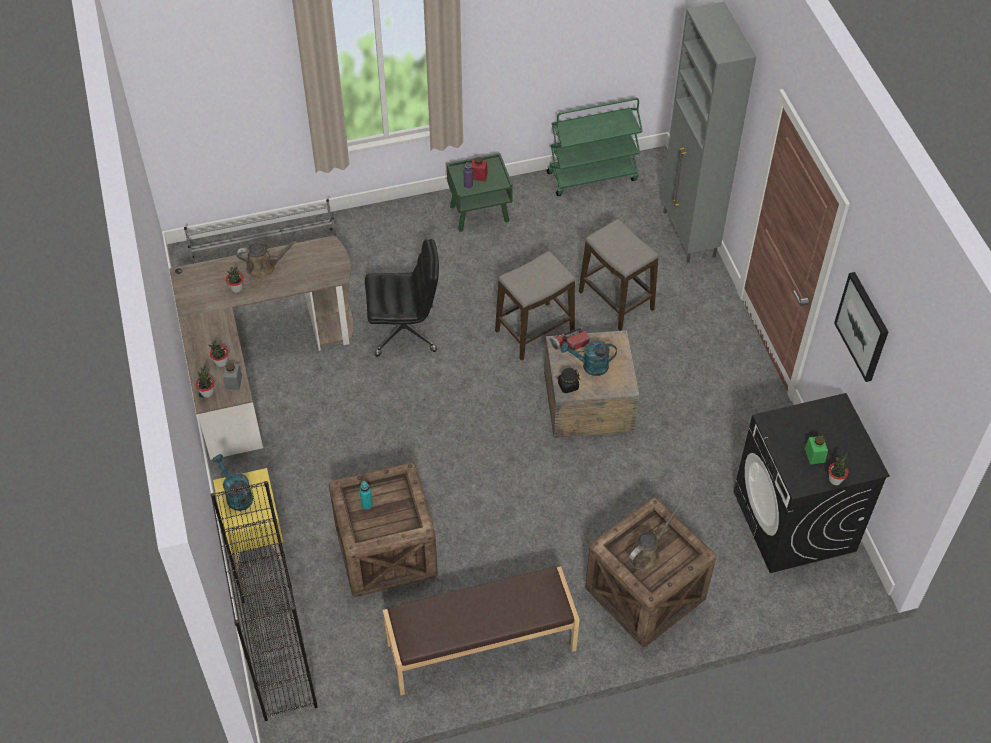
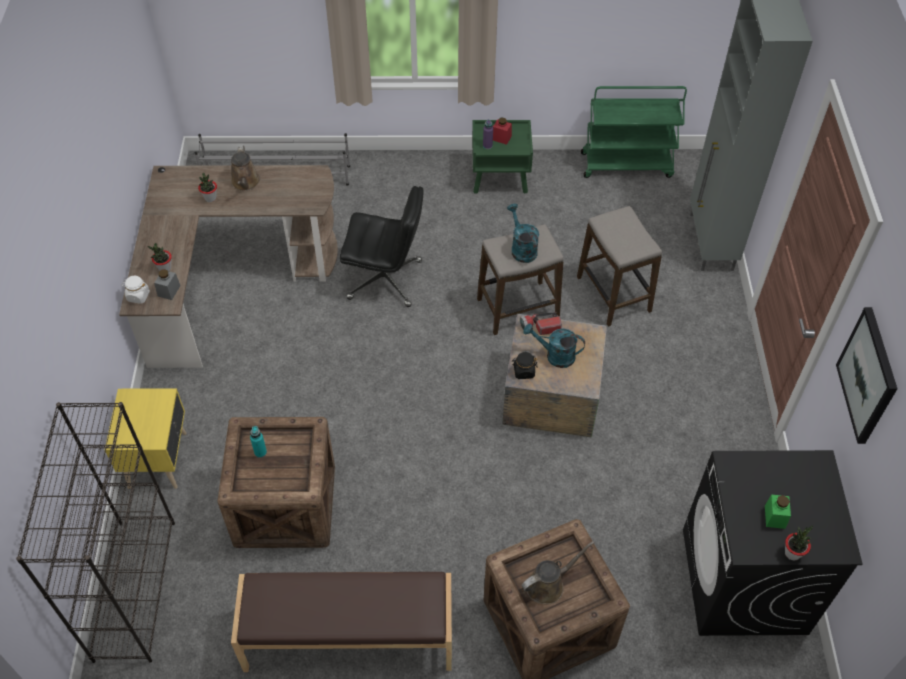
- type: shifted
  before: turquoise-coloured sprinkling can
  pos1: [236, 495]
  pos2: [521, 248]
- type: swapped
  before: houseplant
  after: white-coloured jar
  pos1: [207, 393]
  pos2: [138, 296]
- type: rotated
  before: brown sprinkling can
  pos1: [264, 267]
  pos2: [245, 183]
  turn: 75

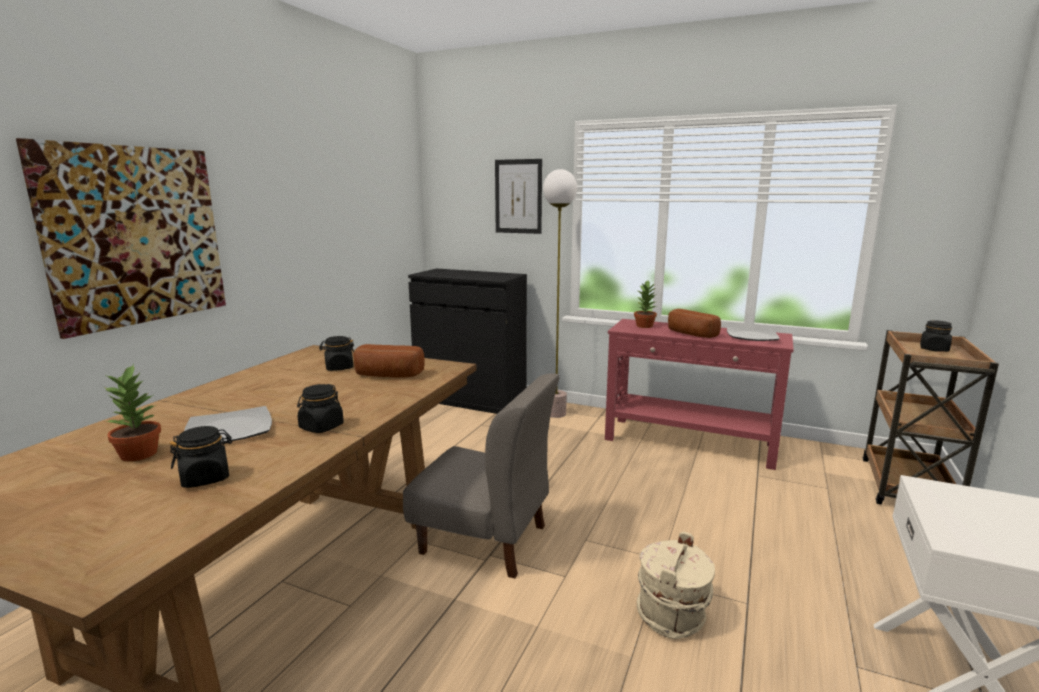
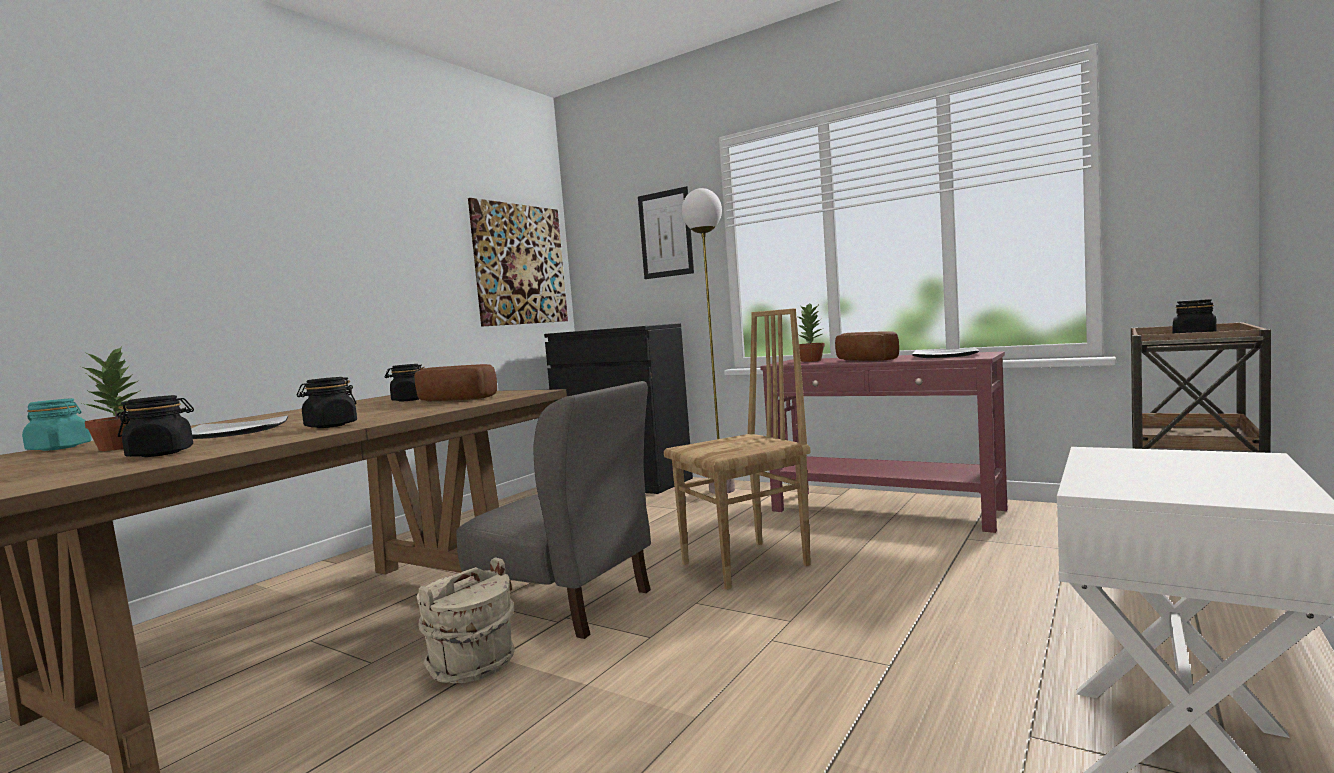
- type: new
  after: turquoise-coloured jar
  pos2: [60, 448]
- type: new
  after: brown plain chair
  pos2: [747, 564]
- type: shifted
  before: wall picture
  pos1: [136, 236]
  pos2: [520, 264]
- type: shifted
  before: beige pail
  pos1: [672, 616]
  pos2: [472, 664]

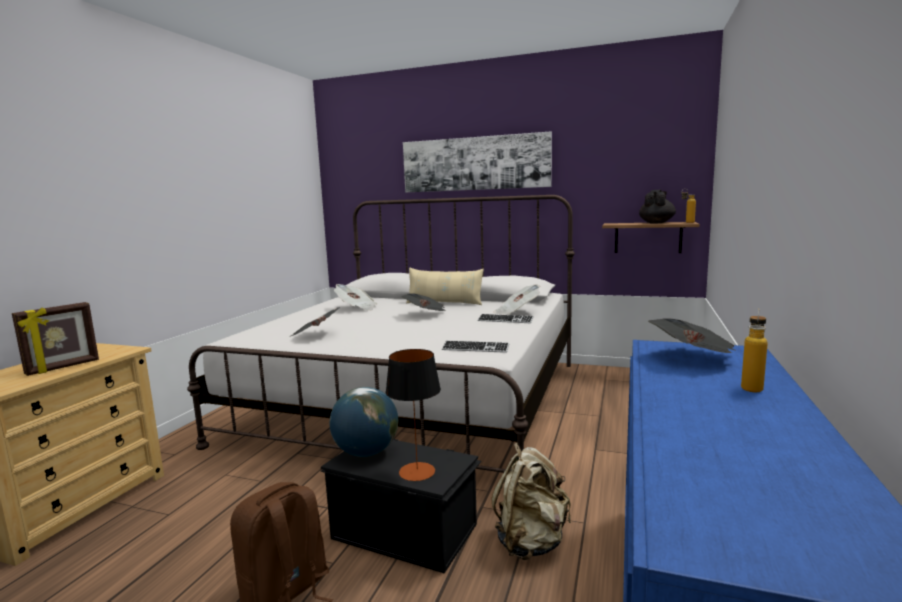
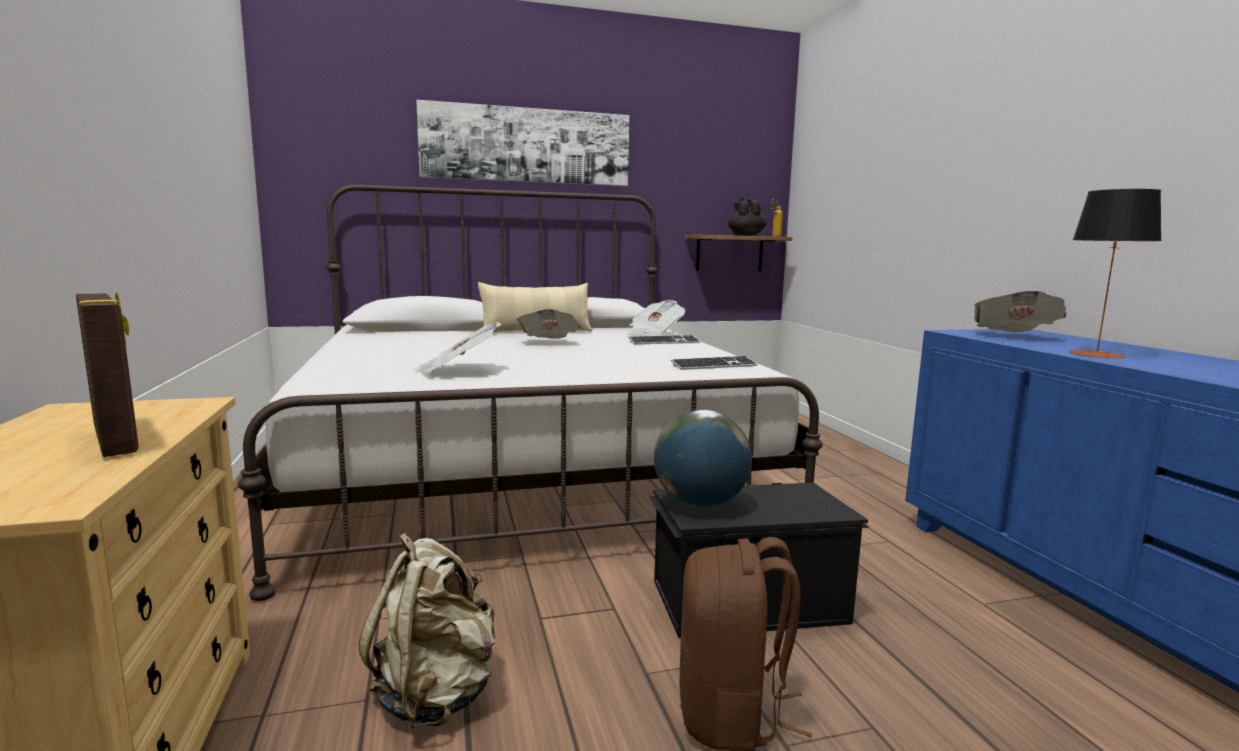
- type: gone
  before: printed paper
  pos1: [356, 308]
- type: gone
  before: drink bottle
  pos1: [752, 386]
- type: shifted
  before: table lamp
  pos1: [417, 471]
  pos2: [1096, 354]
- type: shifted
  before: beige knapsack
  pos1: [531, 542]
  pos2: [436, 694]
- type: rotated
  before: standing frame
  pos1: [63, 367]
  pos2: [117, 439]
  turn: -45

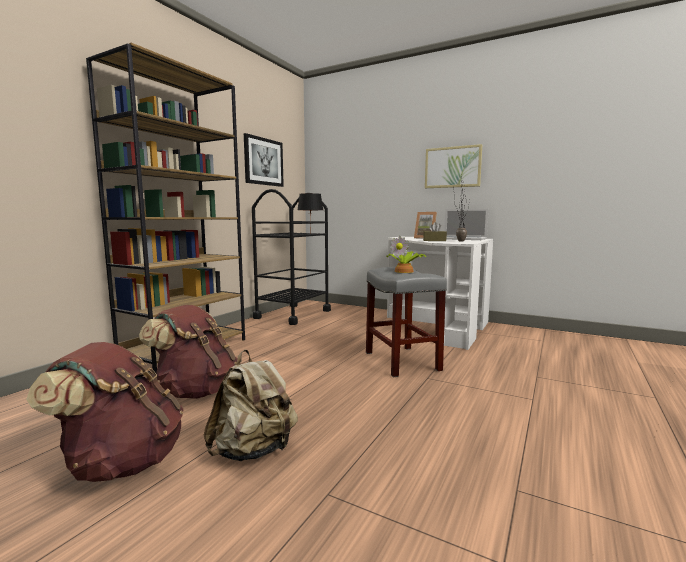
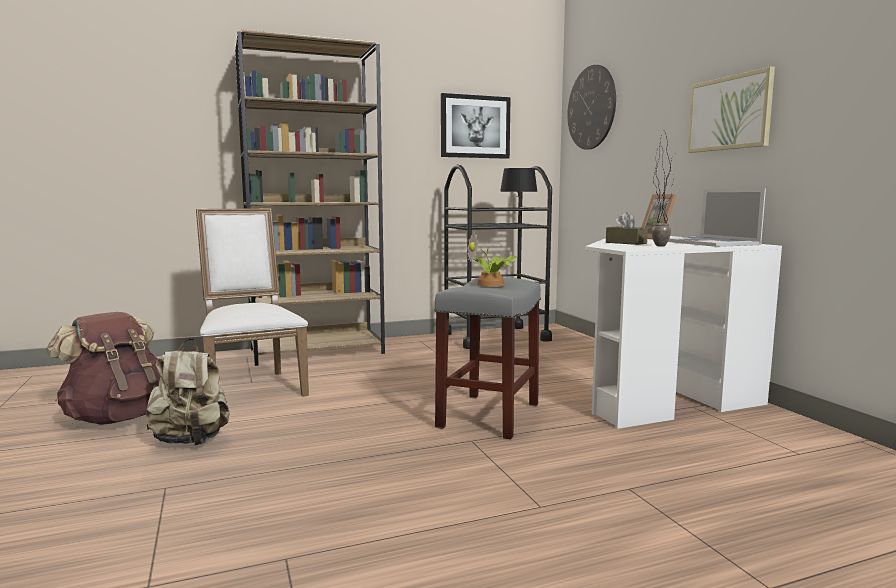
- type: new
  after: wall clock
  pos2: [591, 107]
- type: swapped
  before: brown knapsack
  after: white-coloured plain chair
  pos1: [196, 391]
  pos2: [252, 387]

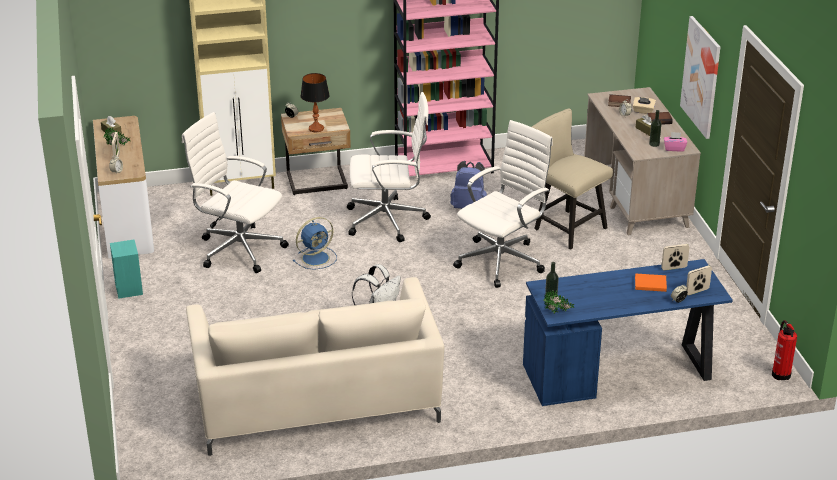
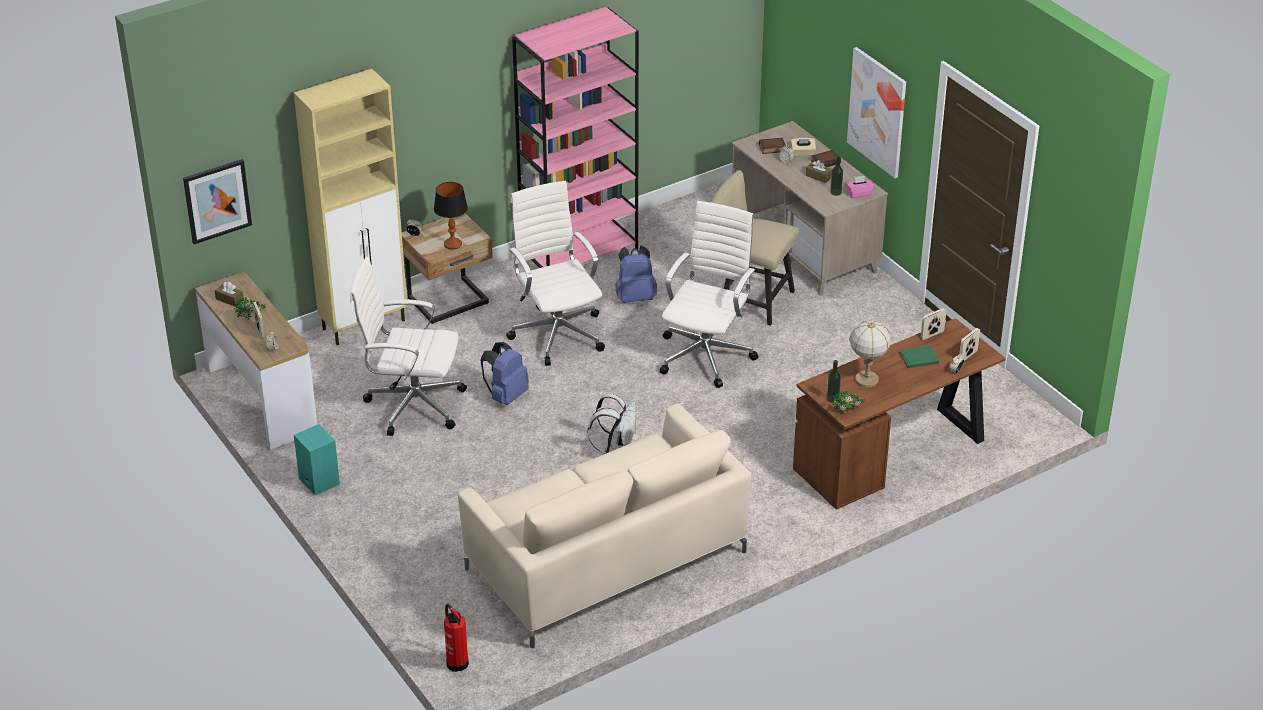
- type: new
  after: wall picture
  pos2: [217, 201]
- type: new
  after: table lamp
  pos2: [866, 380]
- type: shifted
  before: extinguisher
  pos1: [781, 373]
  pos2: [457, 662]
- type: swapped
  before: blue electric fan
  after: blue knapsack
  pos1: [316, 258]
  pos2: [506, 396]
- type: repainted
  before: blue desk
  after: brown desk
  pos1: [621, 373]
  pos2: [894, 454]
- type: repainted
  before: orange book
  after: greenish book
  pos1: [649, 283]
  pos2: [918, 358]
- type: rotated
  before: white-coloured desk chair
  pos1: [388, 220]
  pos2: [557, 333]
  turn: -90

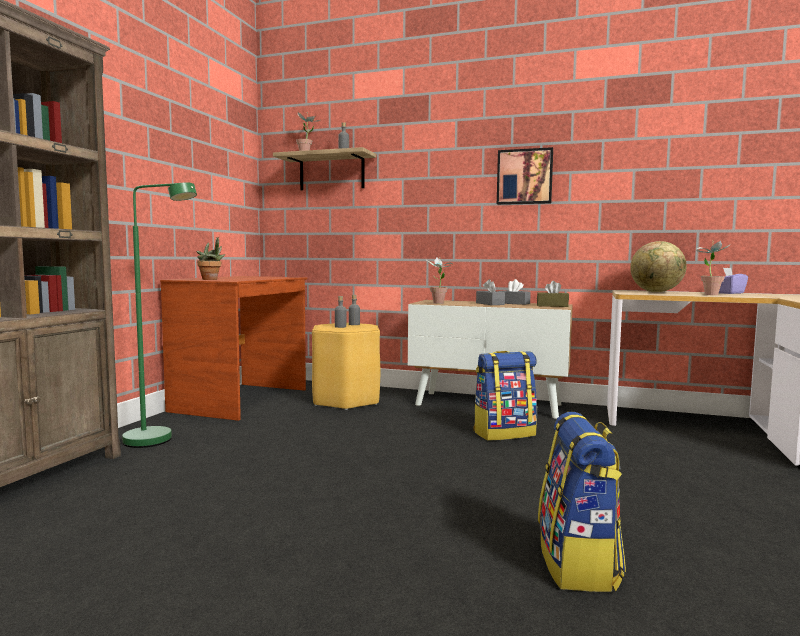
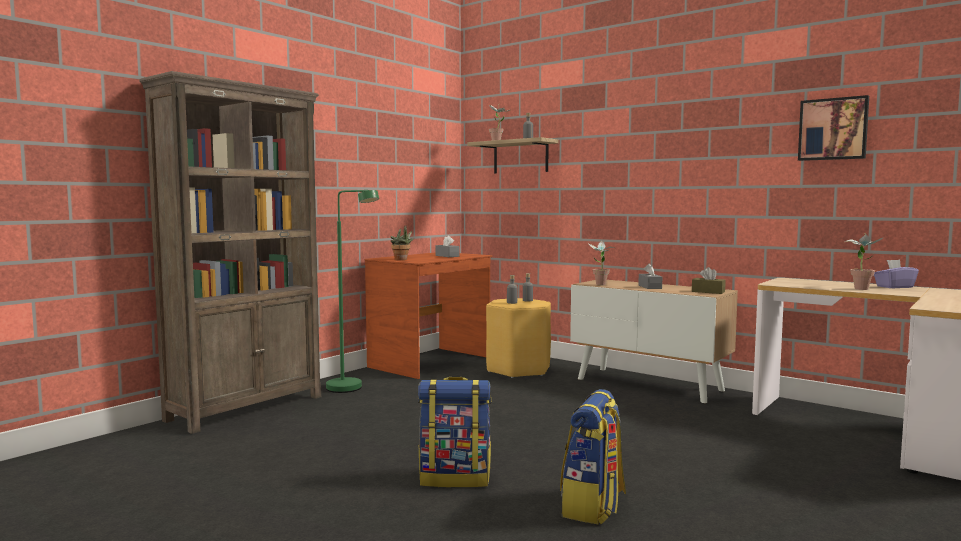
- type: gone
  before: world globe
  pos1: [656, 292]
- type: shifted
  before: knapsack
  pos1: [504, 433]
  pos2: [455, 478]
- type: shifted
  before: wall picture
  pos1: [524, 177]
  pos2: [833, 129]
- type: shifted
  before: greyish tissue box
  pos1: [514, 303]
  pos2: [447, 256]

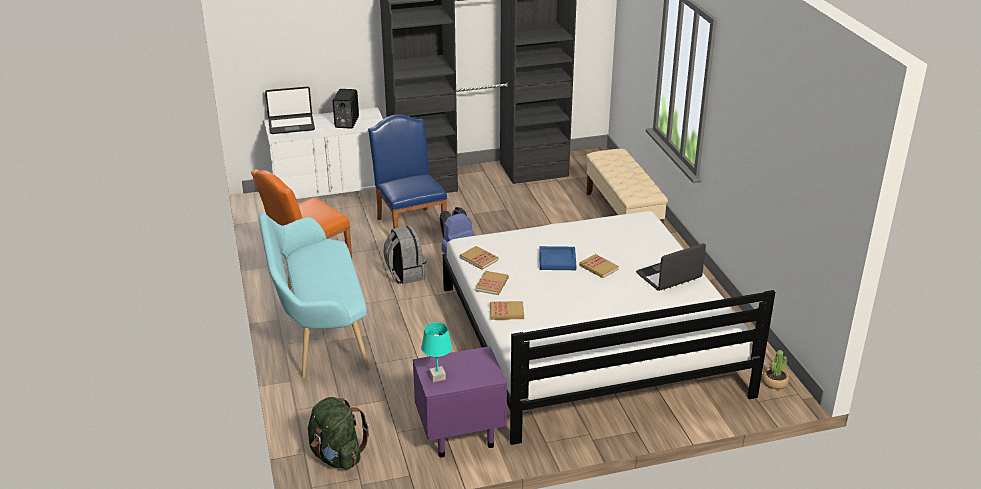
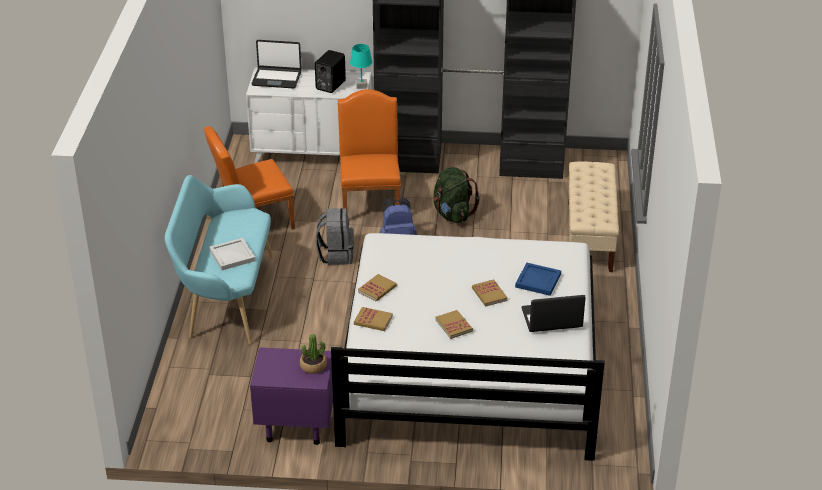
- type: new
  after: white-coloured tray
  pos2: [232, 255]
- type: shifted
  before: greenish knapsack
  pos1: [337, 456]
  pos2: [452, 214]
- type: shifted
  before: turquoise-coloured table lamp
  pos1: [437, 377]
  pos2: [361, 86]
- type: shifted
  before: book
  pos1: [479, 259]
  pos2: [454, 325]
- type: shifted
  before: blue tray
  pos1: [556, 260]
  pos2: [537, 281]
- type: shifted
  before: houseplant
  pos1: [774, 382]
  pos2: [313, 366]
- type: repainted
  before: blue plain chair
  after: orange plain chair
  pos1: [410, 224]
  pos2: [370, 201]

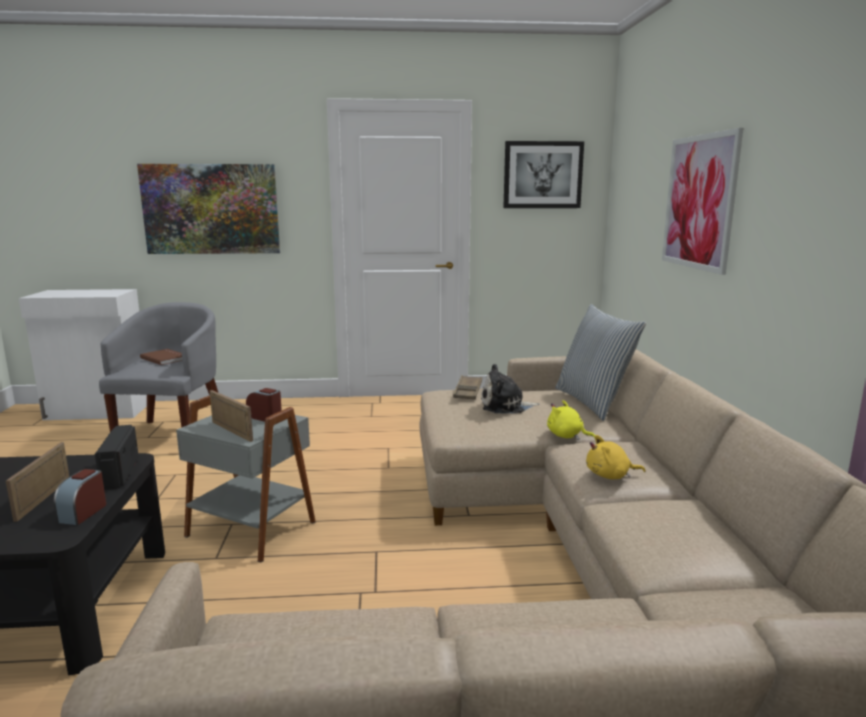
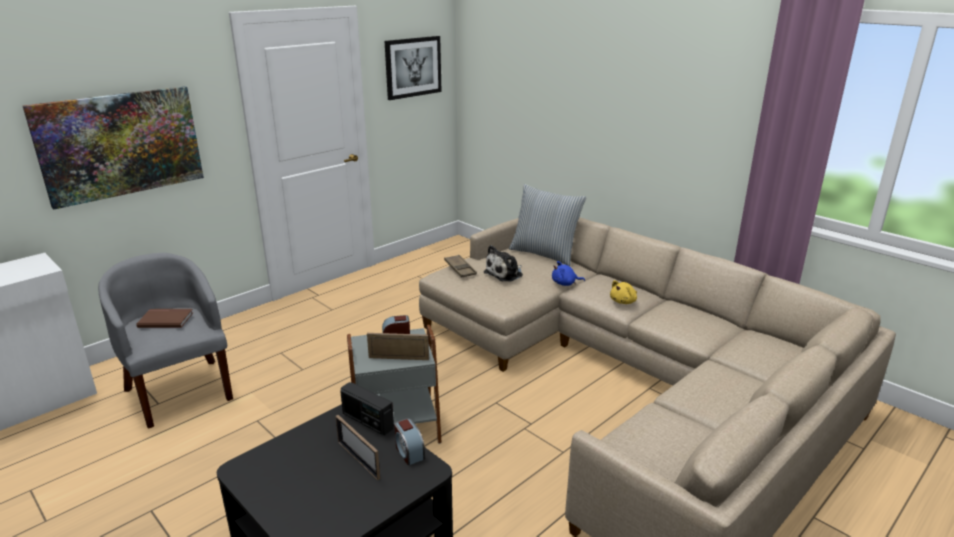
- type: gone
  before: wall picture
  pos1: [699, 202]
- type: repainted
  before: yellow-coloured plush toy
  after: blue plush toy
  pos1: [567, 436]
  pos2: [565, 283]

